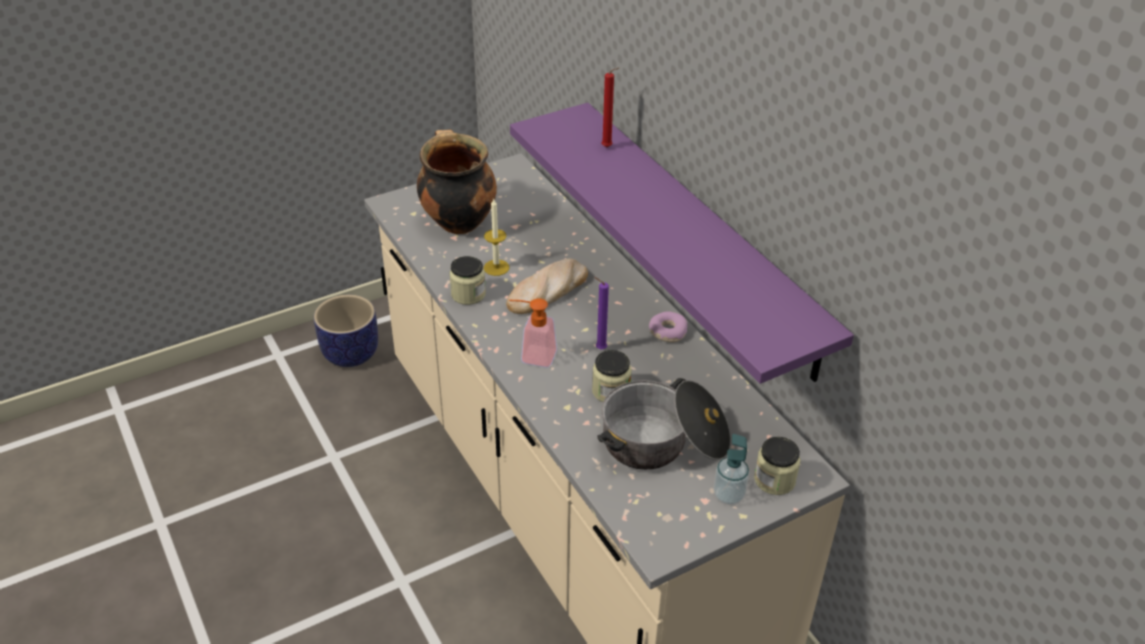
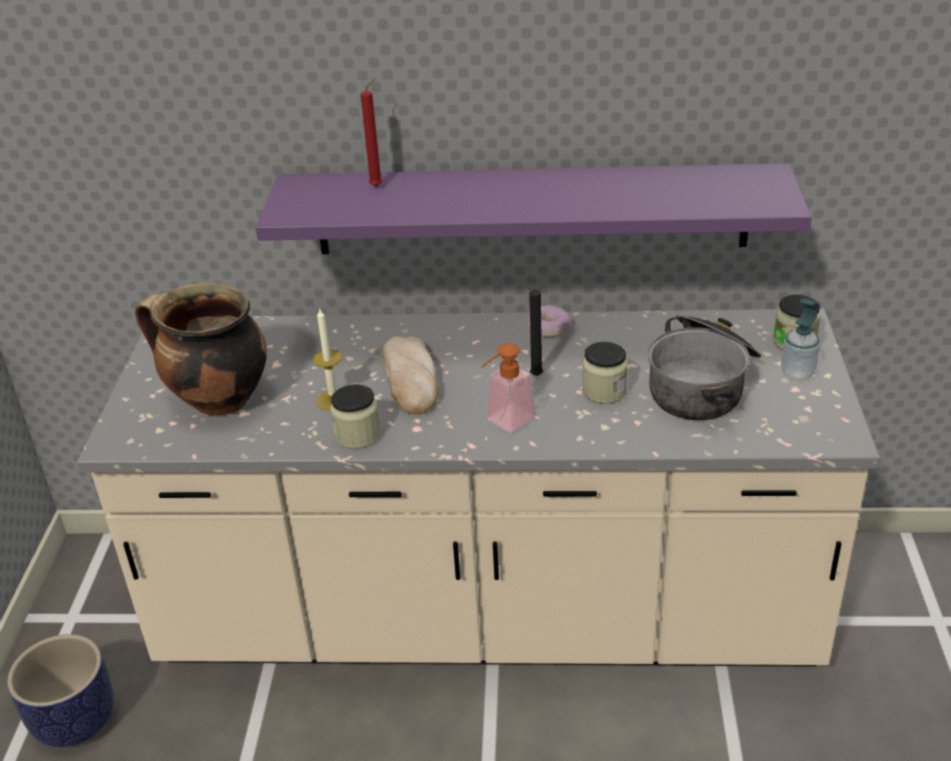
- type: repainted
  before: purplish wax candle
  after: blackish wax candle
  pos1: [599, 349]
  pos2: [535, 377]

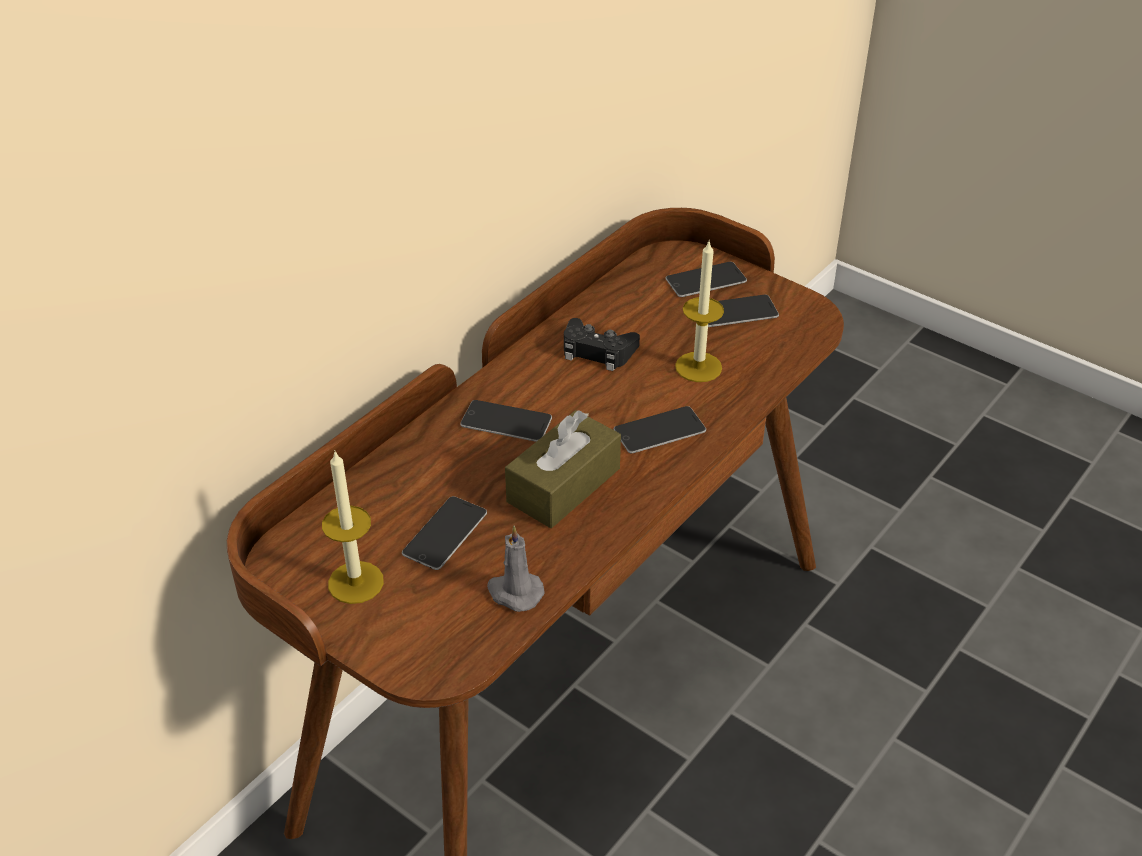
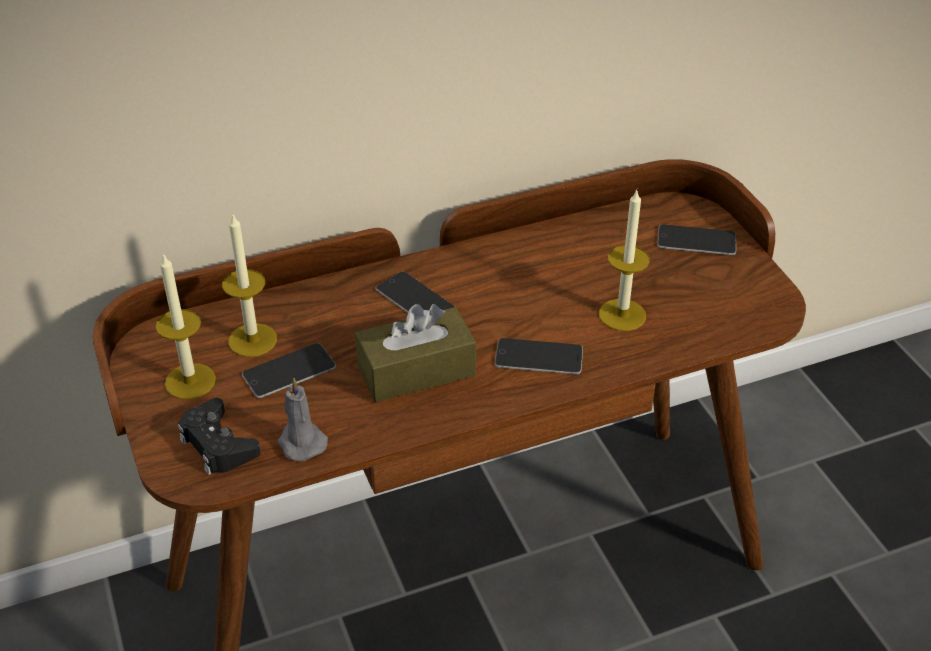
- type: gone
  before: telephone
  pos1: [736, 311]
- type: new
  after: wax candle
  pos2: [252, 340]
- type: shifted
  before: blackish gamepad
  pos1: [597, 351]
  pos2: [218, 444]

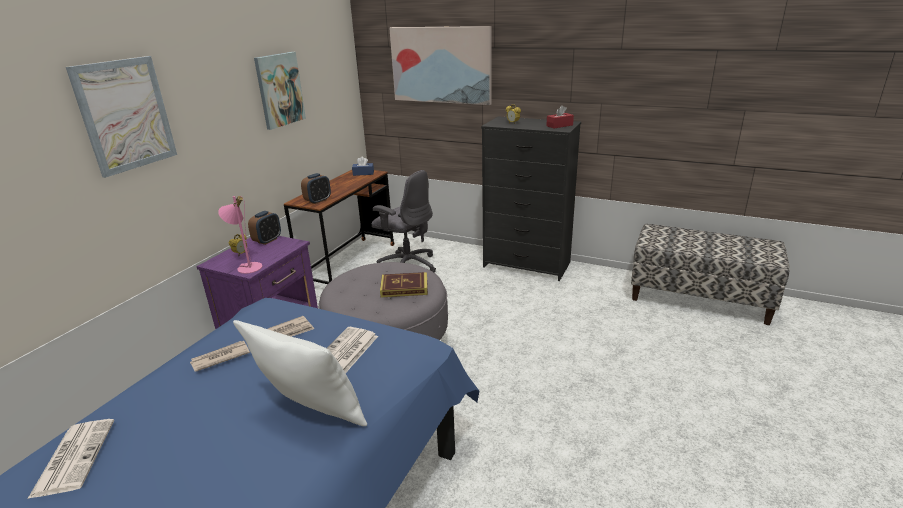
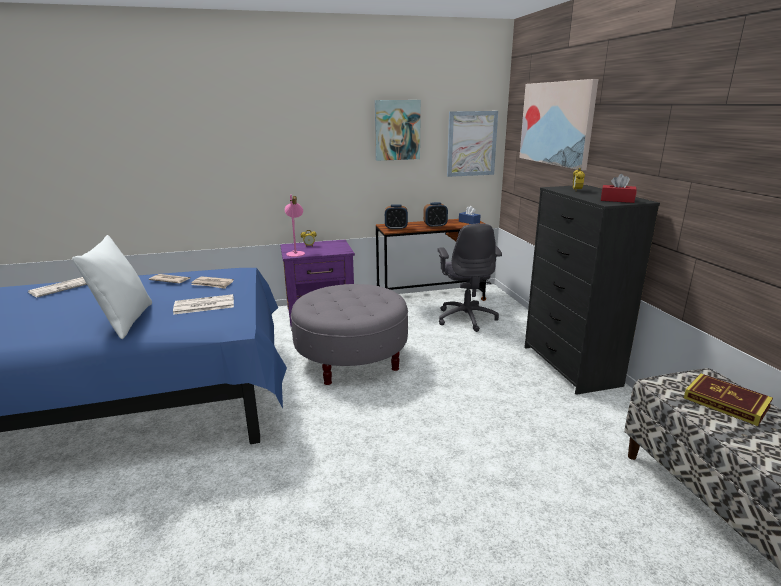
- type: shifted
  before: wall picture
  pos1: [126, 115]
  pos2: [471, 144]
- type: shifted
  before: bedside clock
  pos1: [267, 240]
  pos2: [435, 226]
- type: shifted
  before: book
  pos1: [404, 287]
  pos2: [726, 402]

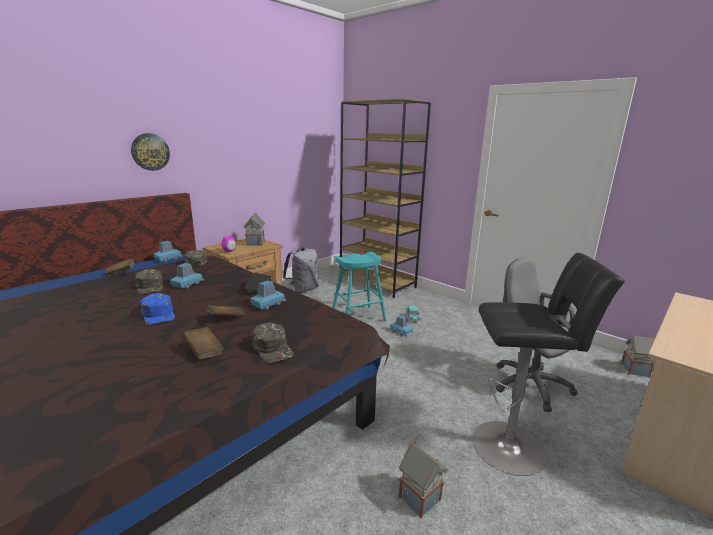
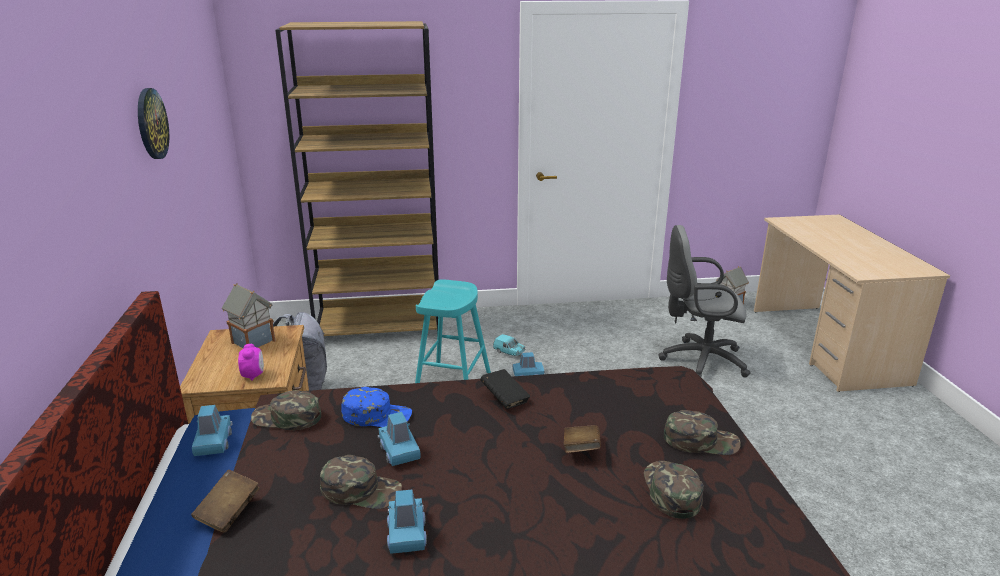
- type: gone
  before: model house
  pos1: [420, 499]
- type: gone
  before: blackish stool
  pos1: [513, 446]
- type: shifted
  before: wall clock
  pos1: [150, 152]
  pos2: [151, 124]
- type: shifted
  before: blue cap
  pos1: [159, 314]
  pos2: [377, 415]
- type: shifted
  before: blue model car
  pos1: [268, 304]
  pos2: [406, 533]
- type: swapped
  before: brown book
  after: greenish cap
  pos1: [204, 351]
  pos2: [670, 491]

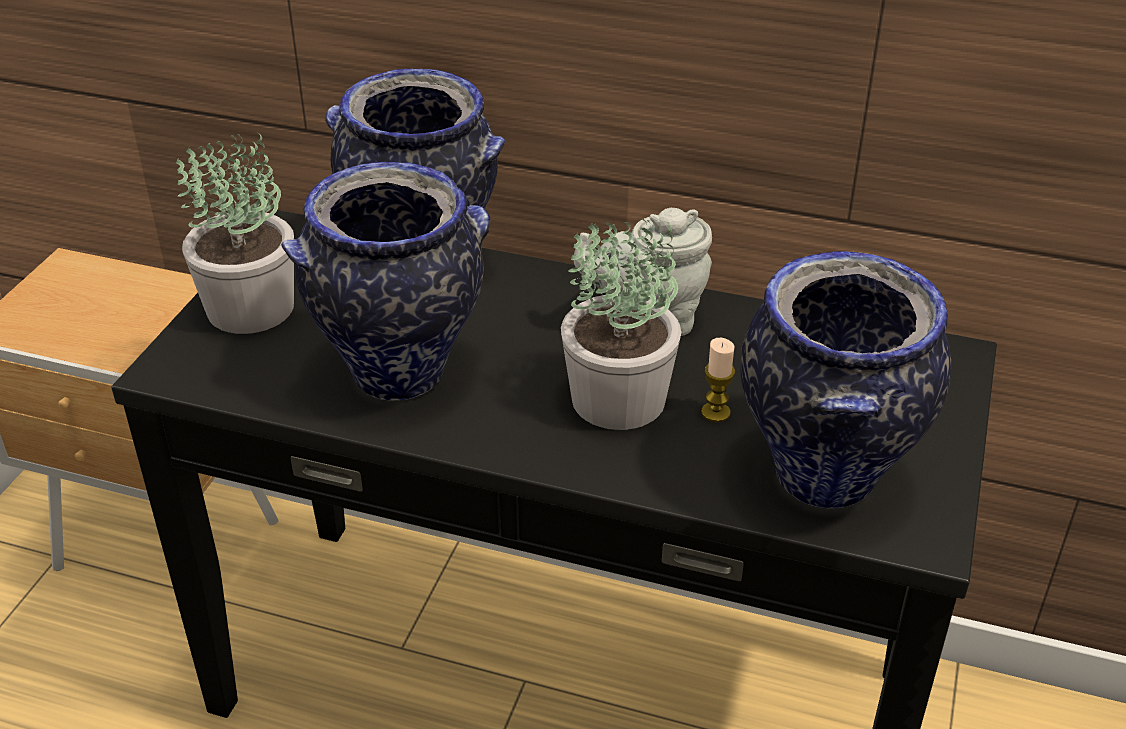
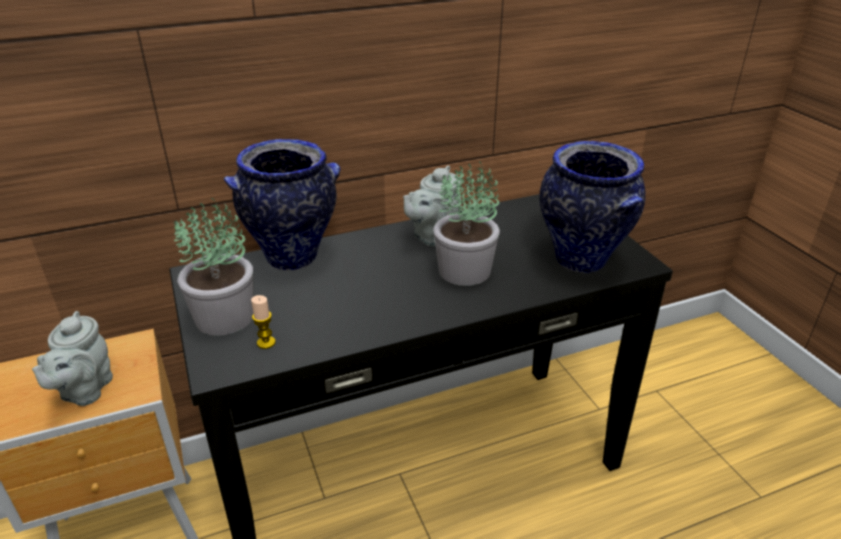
- type: gone
  before: vase
  pos1: [401, 373]
- type: new
  after: greyish teapot
  pos2: [84, 391]
- type: shifted
  before: wax candle
  pos1: [715, 412]
  pos2: [266, 343]

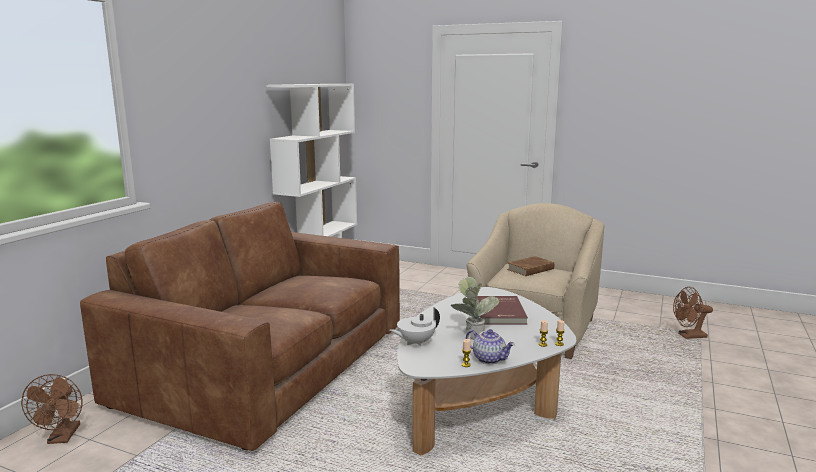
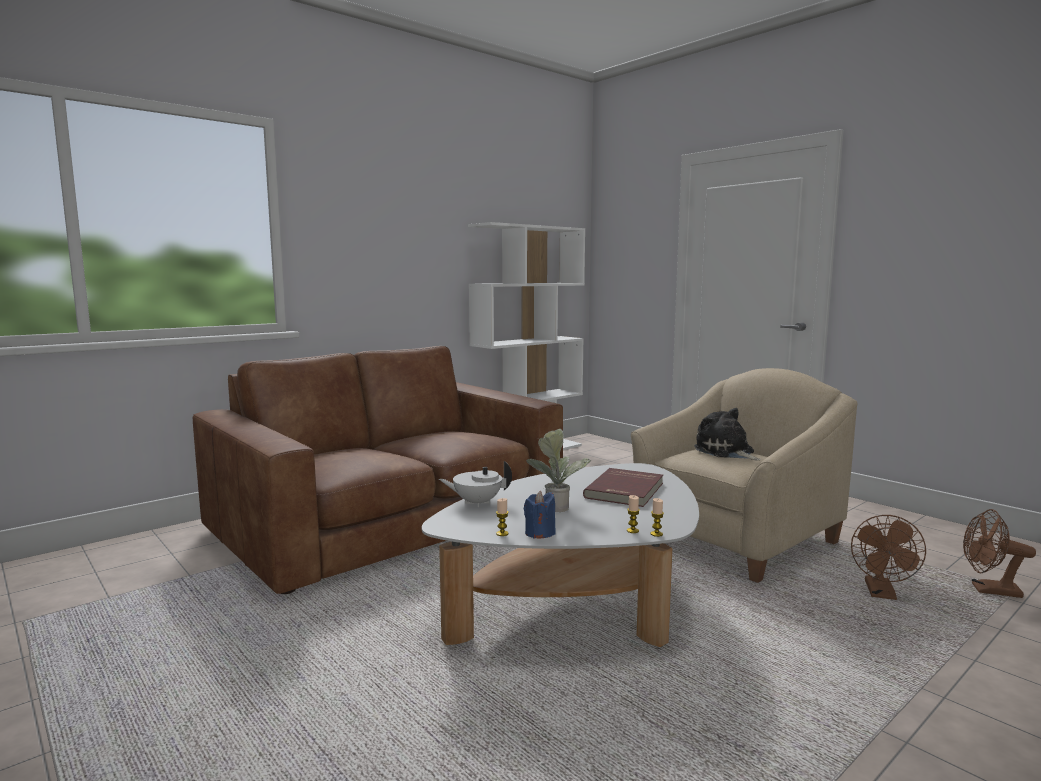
- type: shifted
  before: brown electric fan
  pos1: [62, 438]
  pos2: [882, 594]
- type: swapped
  before: teapot
  after: blue wax candle
  pos1: [489, 359]
  pos2: [540, 533]
- type: swapped
  before: brown book
  after: plush toy
  pos1: [531, 269]
  pos2: [726, 452]

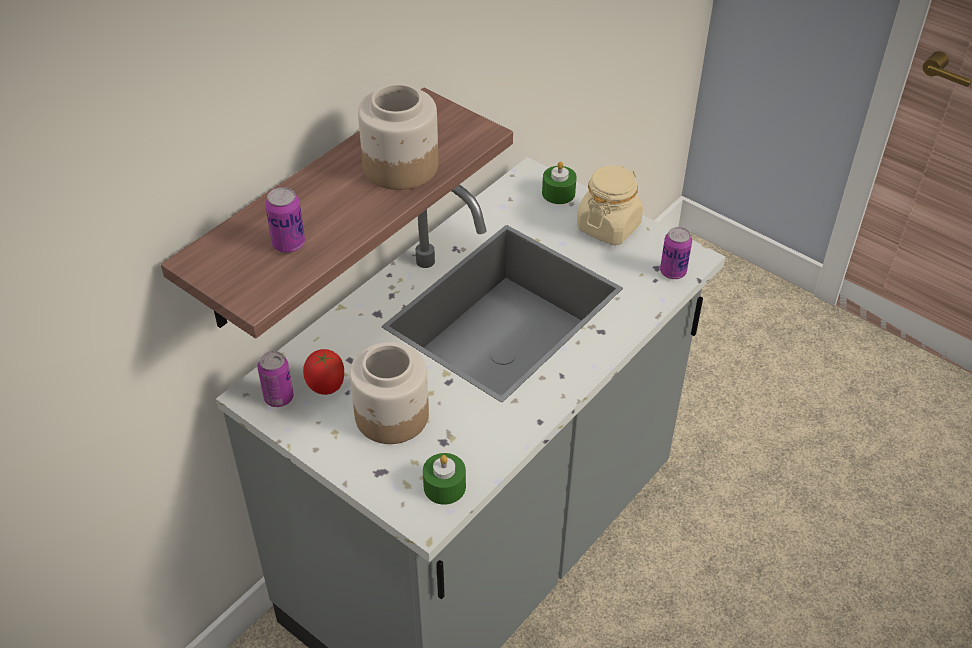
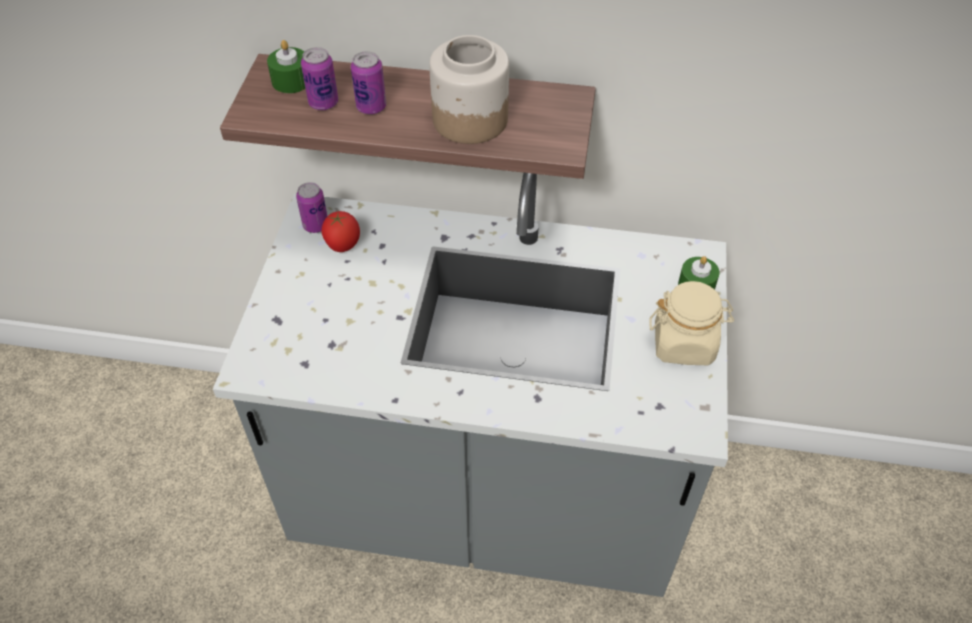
- type: gone
  before: jar
  pos1: [392, 416]
- type: shifted
  before: greenish wax candle
  pos1: [444, 487]
  pos2: [291, 81]
- type: shifted
  before: can
  pos1: [673, 272]
  pos2: [371, 107]

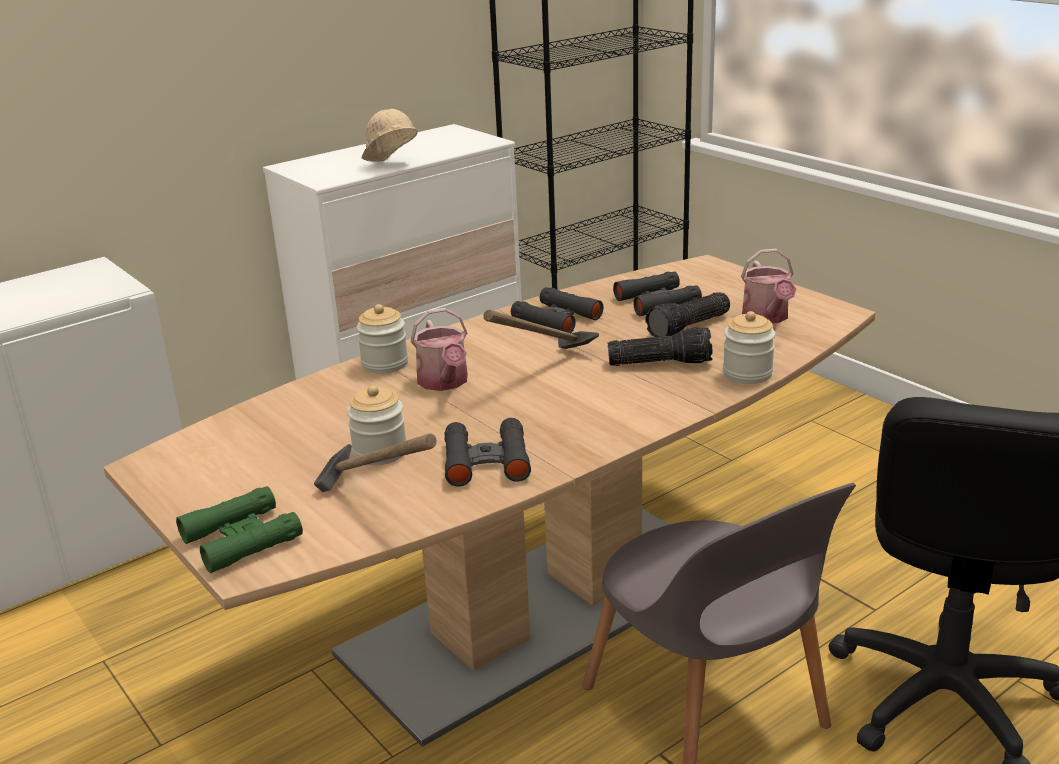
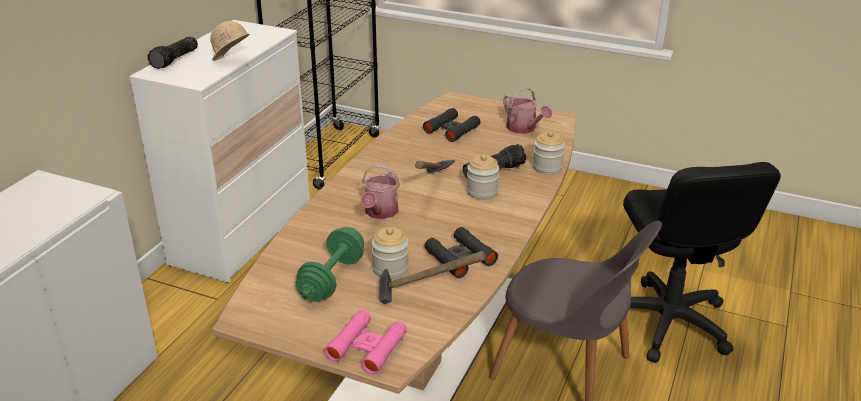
- type: gone
  before: blackish field glasses
  pos1: [556, 319]
- type: new
  after: greenish free weight
  pos2: [332, 279]
- type: shifted
  before: jar
  pos1: [385, 364]
  pos2: [482, 192]
- type: shifted
  before: flashlight
  pos1: [690, 327]
  pos2: [176, 60]
- type: repainted
  before: greenish field glasses
  after: pink-coloured field glasses
  pos1: [241, 538]
  pos2: [367, 347]
- type: rotated
  before: sprinkling can
  pos1: [444, 382]
  pos2: [380, 212]
  turn: 60

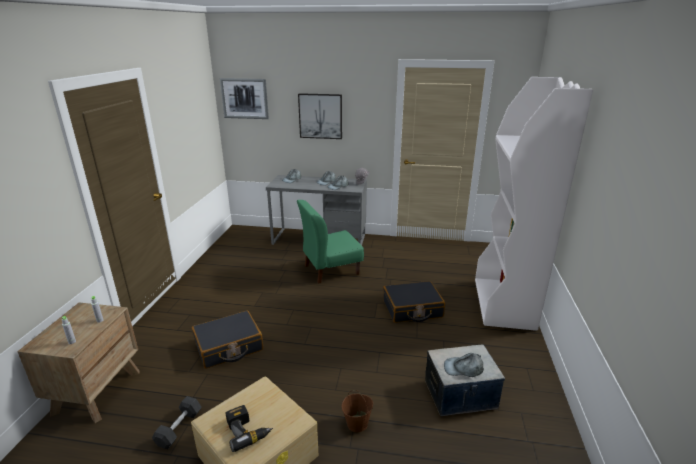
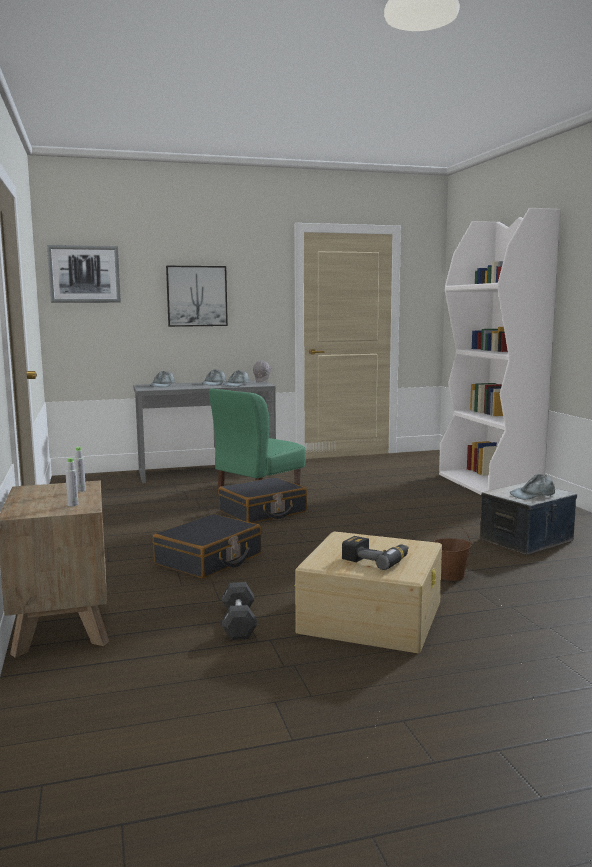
- type: shifted
  before: blackish travel case
  pos1: [412, 309]
  pos2: [263, 512]

